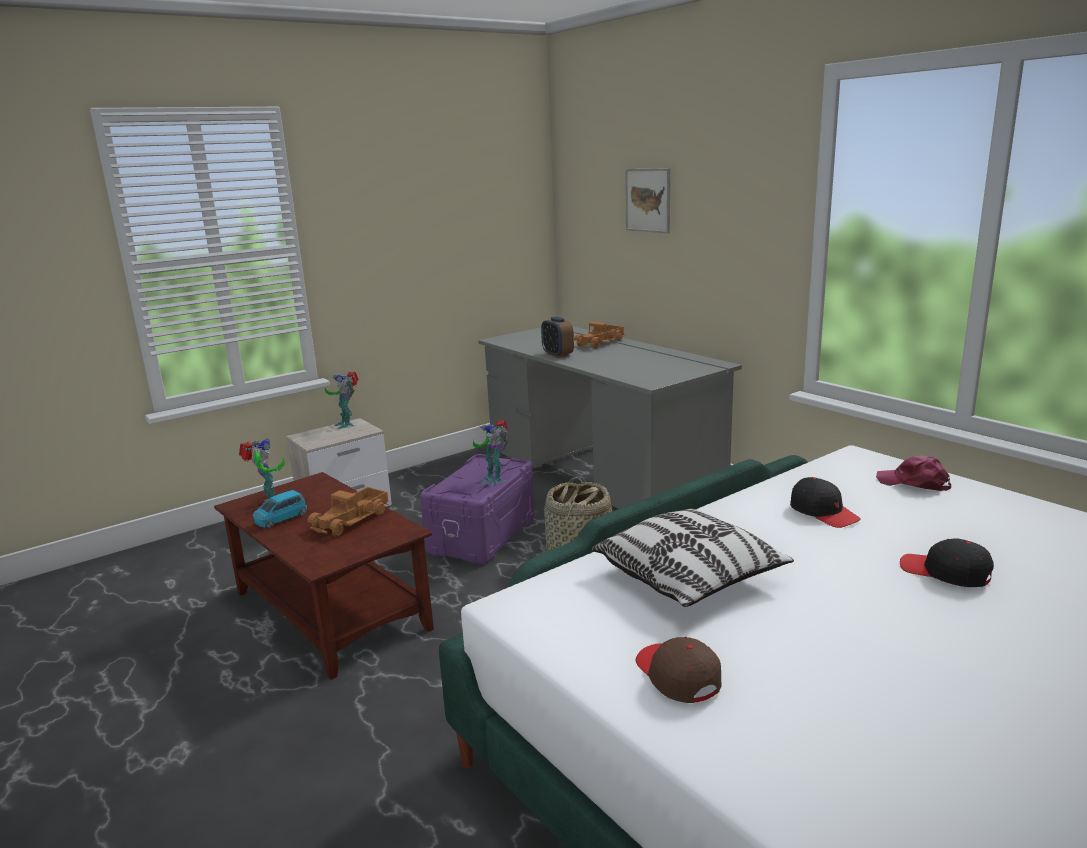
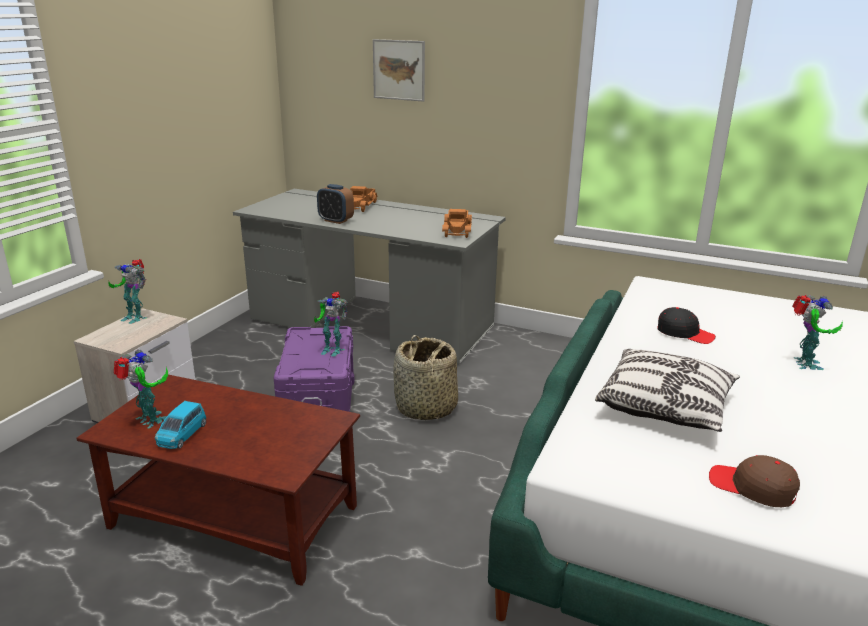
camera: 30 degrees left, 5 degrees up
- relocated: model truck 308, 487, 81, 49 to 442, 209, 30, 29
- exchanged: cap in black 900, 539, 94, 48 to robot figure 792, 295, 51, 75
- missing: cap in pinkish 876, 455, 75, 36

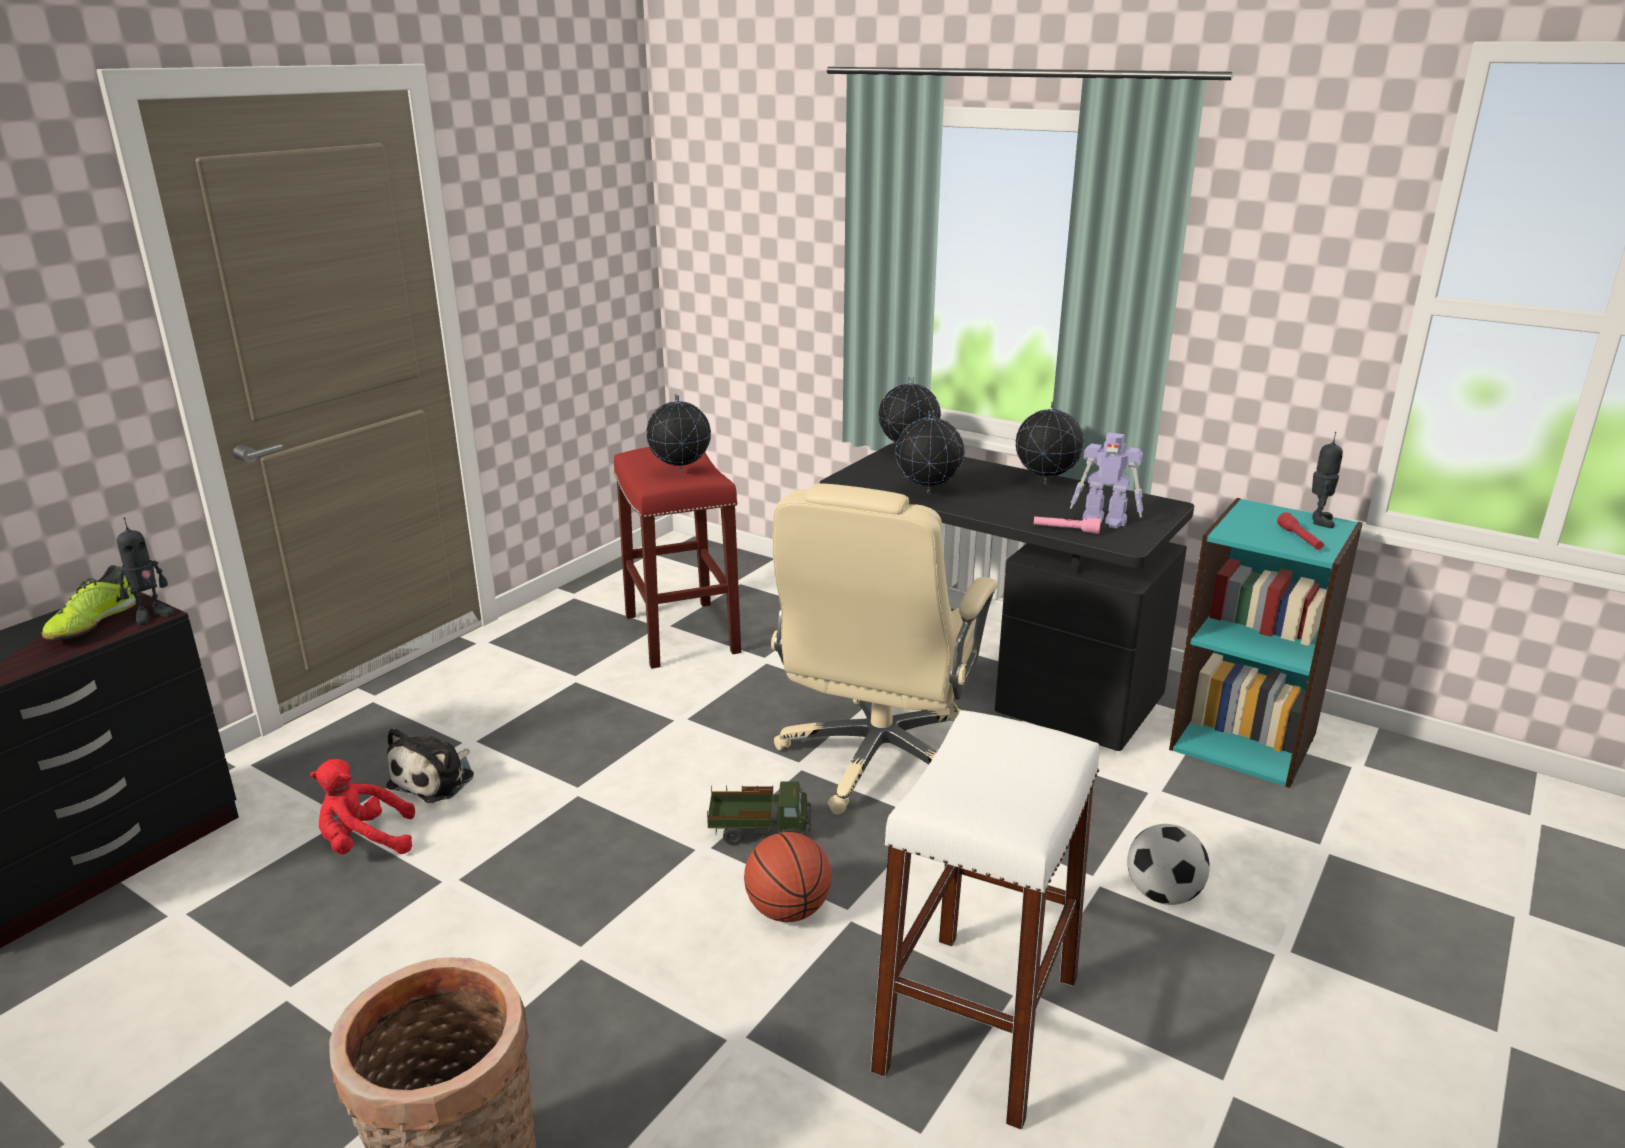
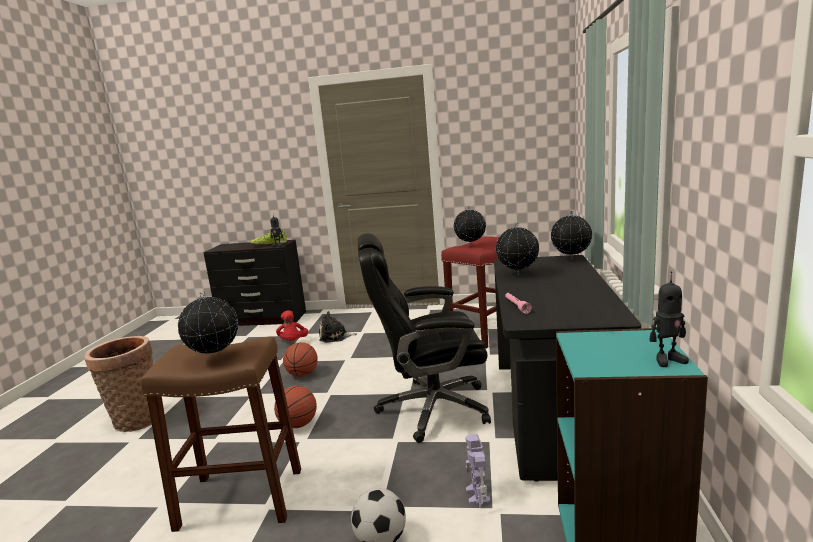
camera: 65 degrees right, 10 degrees down
- colour: stool seat in whitish 871, 710, 228, 420 to stool seat in brown-coloured 141, 337, 160, 195
- relocated: desk globe 1016, 402, 68, 82 to 178, 291, 60, 68
- spun: soft toy in red-coloured 310, 759, 105, 95 = 276, 310, 32, 31 150 degrees counterclockwise
- appeared: basketball ball 283, 342, 35, 35
- colour: computer chair in sand-coloured 771, 483, 227, 332 to computer chair in black 358, 233, 133, 210
- relocated: robot figure 1070, 432, 73, 96 to 465, 434, 26, 73
- missing: model truck 707, 781, 104, 64
- missing: flashlight in red-coloured 1277, 512, 47, 38

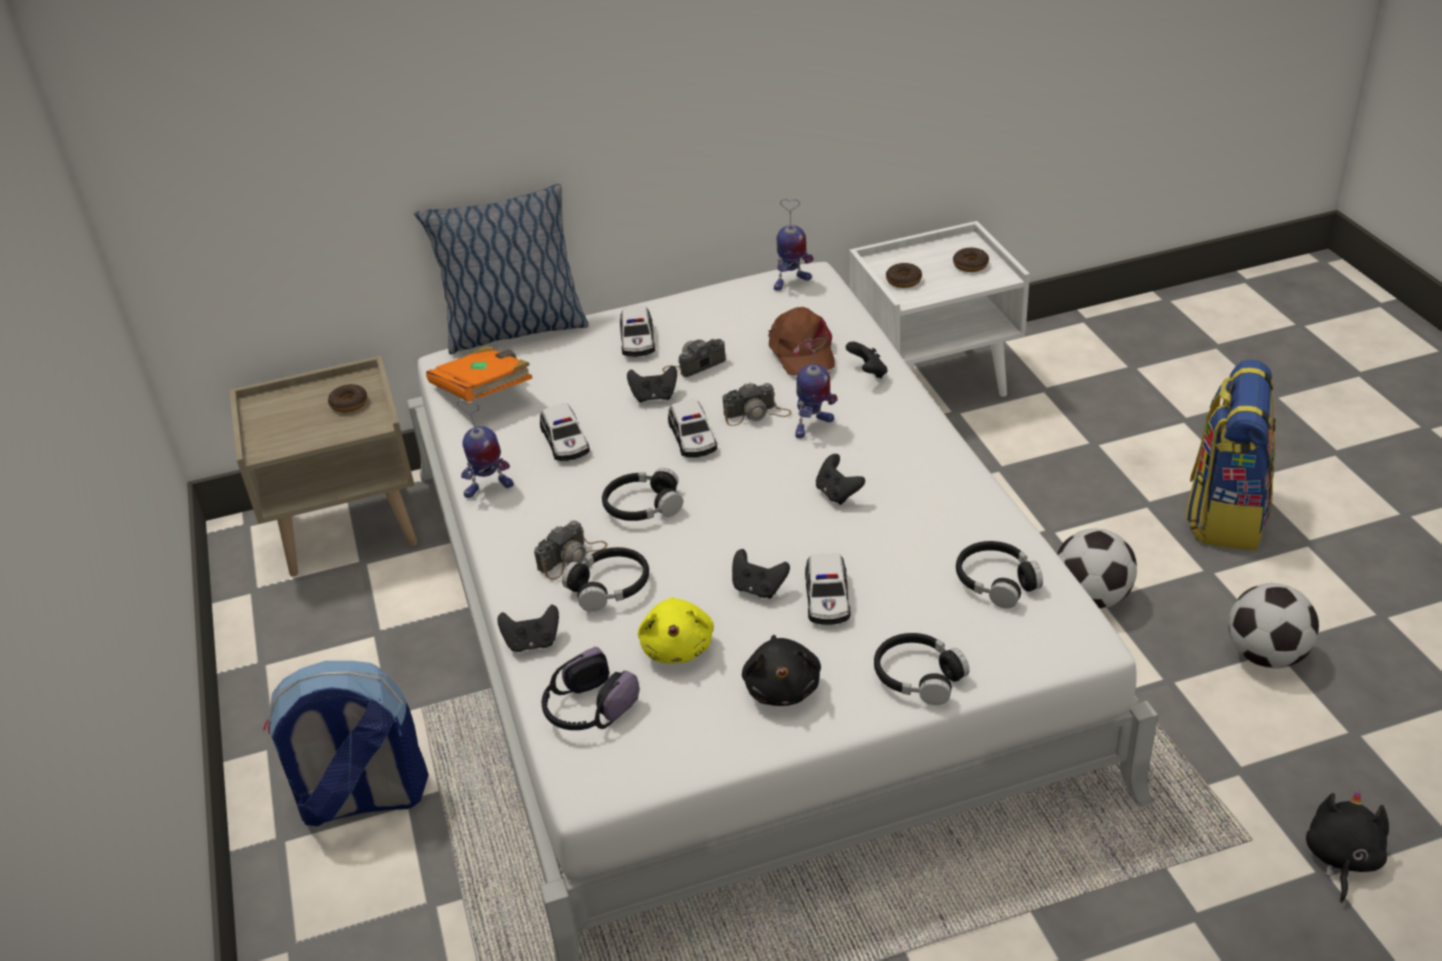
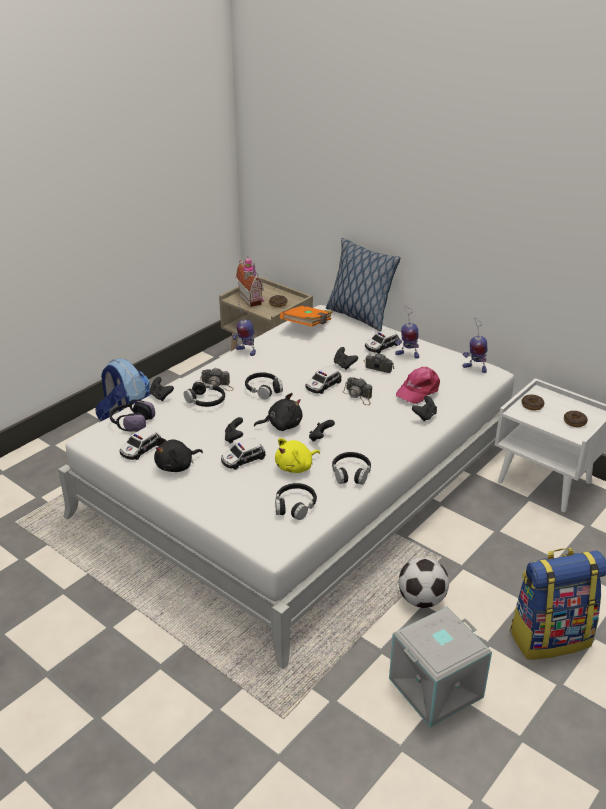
camera: 55 degrees right, 5 degrees down
- relocated: miniature car 540, 403, 50, 58 to 120, 427, 41, 33
- appeared: miniature house 236, 256, 28, 51
- relocated: soft toy in black 1306, 790, 83, 113 to 254, 393, 48, 38
- relocated: soft toy in yellow-coloured 638, 597, 76, 67 to 275, 438, 45, 35
- relocated: headset in black 874, 633, 96, 72 to 332, 452, 39, 33
- exchanged: football ball 1229, 583, 90, 86 to storage box in grey 389, 607, 103, 121
- relocated: robot figure 795, 338, 43, 100 to 395, 306, 24, 52
- colour: cap in brown-coloured 768, 307, 67, 69 to cap in pinkish 396, 367, 44, 37

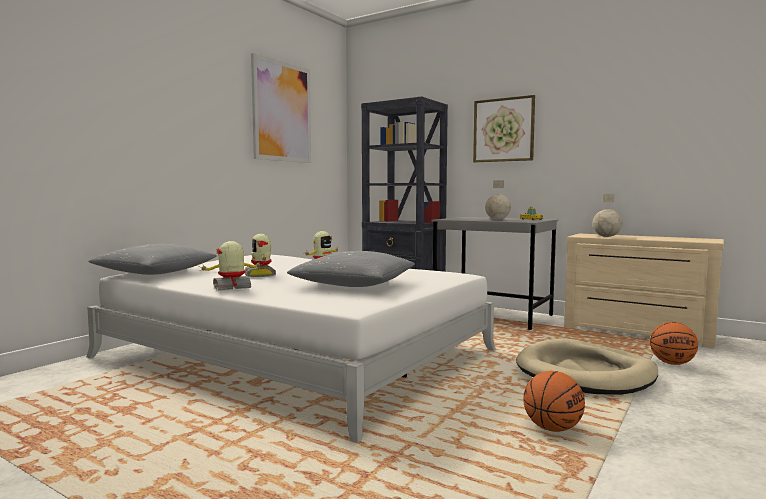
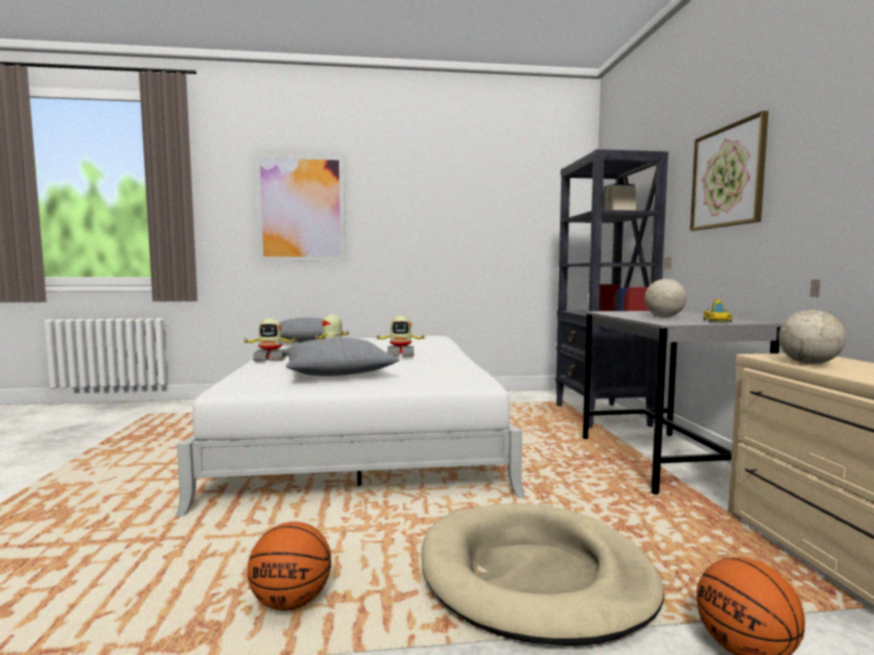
camera: 50 degrees right, 0 degrees up
- spun: robot figure 198, 241, 64, 49 = 243, 318, 55, 43 150 degrees clockwise
- relocated: wall art 251, 53, 60, 110 to 255, 153, 91, 109

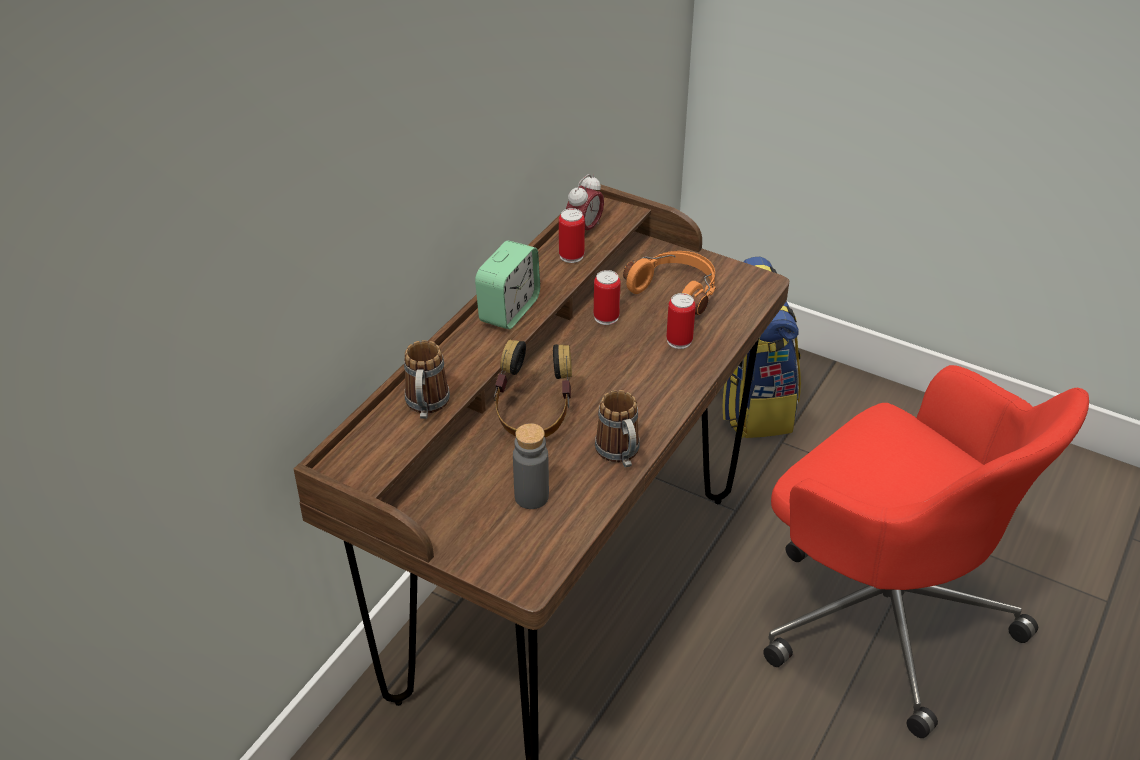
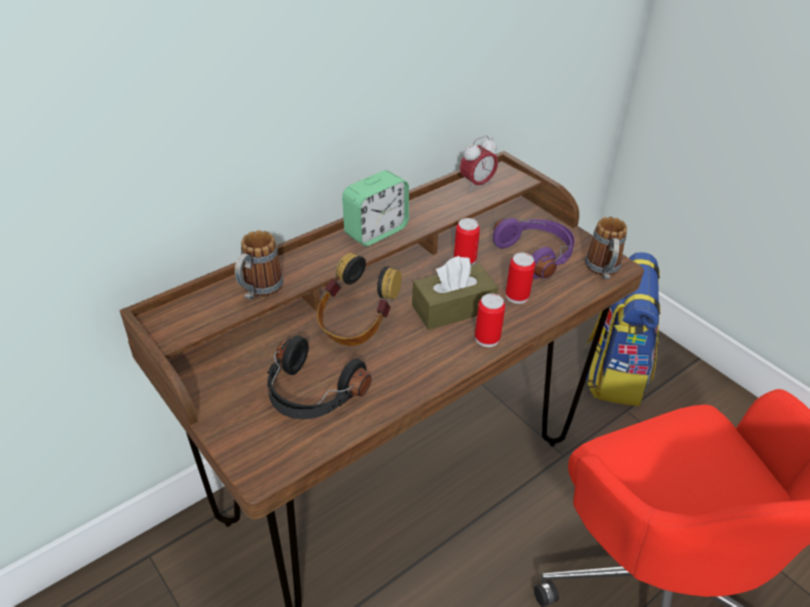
camera: 20 degrees right, 0 degrees up
- exchanged: bottle in grey 513, 423, 36, 86 to headset in black 267, 335, 104, 84
- appeared: tissue holder in brown-coloured 412, 256, 86, 74
- relocated: metal can 559, 208, 26, 55 to 475, 293, 30, 54
- colour: headset in orange-coloured 623, 251, 93, 64 to headset in purple-coloured 492, 218, 83, 61
- relocated: tea mug 595, 390, 45, 77 to 585, 217, 42, 62

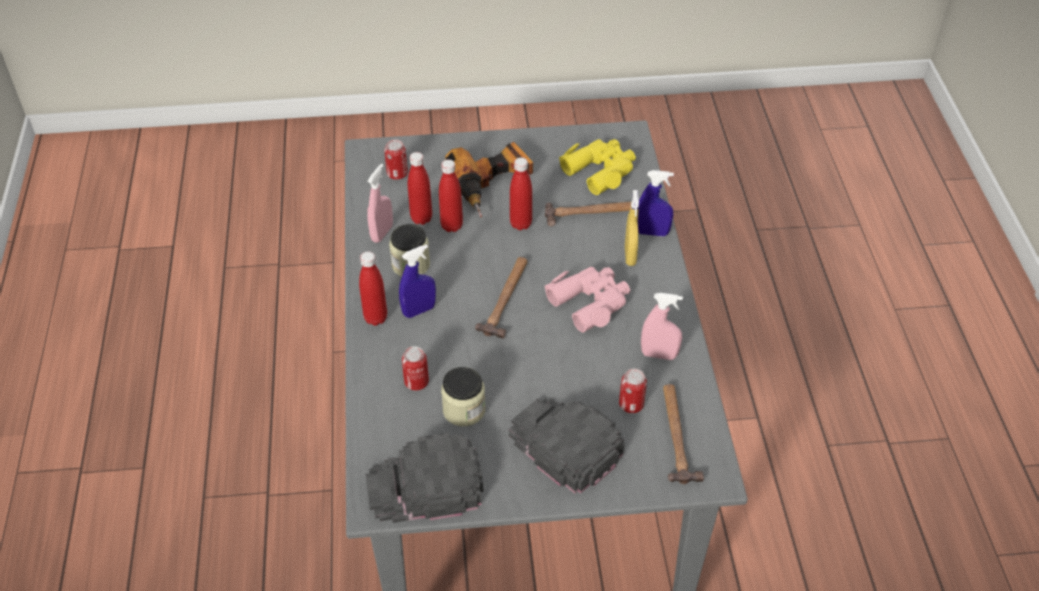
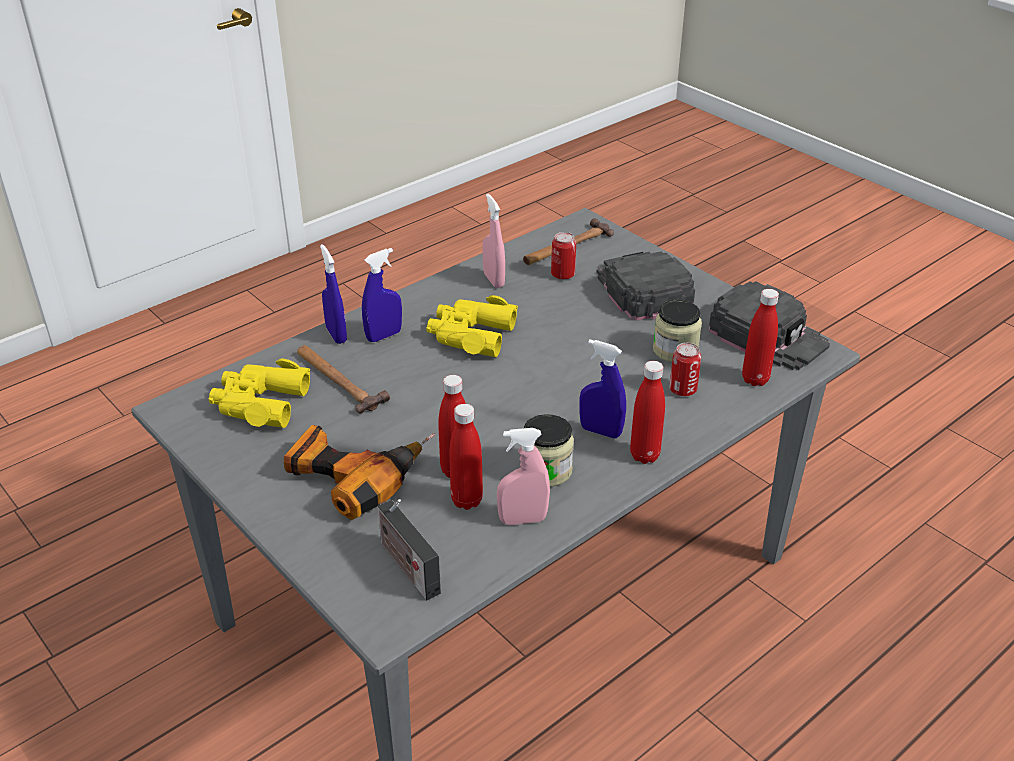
camera: 125 degrees left, 10 degrees down
- colour: sprayer in yellow-coloured 625, 190, 14, 76 to sprayer in blue-coloured 362, 248, 40, 94
- exchanged: metal can 384, 139, 24, 41 to radio 378, 499, 63, 102
- colour: binoculars in pinkish 545, 267, 85, 66 to binoculars in yellow-coloured 426, 295, 92, 62
- spun: cap in black 509, 398, 115, 95 = 597, 251, 98, 70 150 degrees clockwise
- relocated: bottle in red-coloured 510, 157, 22, 73 to 742, 289, 37, 97
- missing: tool hammer 475, 257, 53, 82

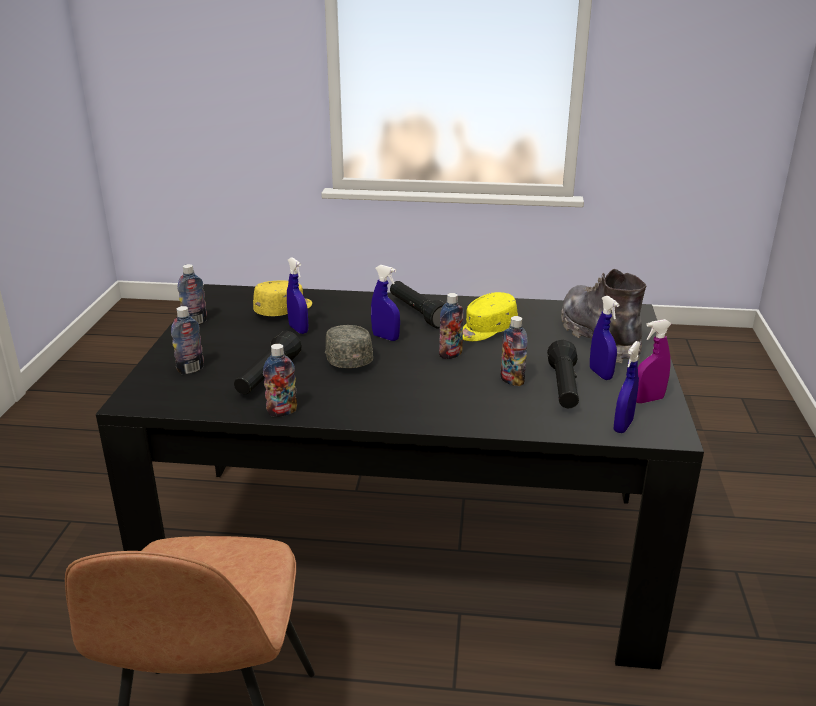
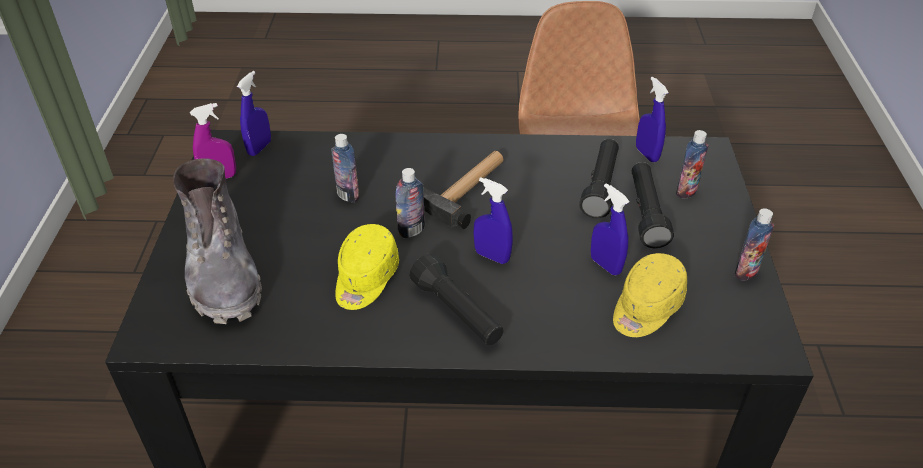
camera: 175 degrees right, 15 degrees up
- spun: cap in yellow-coloured 463, 292, 55, 49 = 335, 224, 64, 86 150 degrees clockwise
- appeared: tool hammer 416, 151, 87, 78
- relocated: flashlight in black 547, 340, 32, 68 to 632, 162, 42, 87
- relocated: sprayer in blue-coloured 590, 296, 29, 84 to 636, 77, 33, 85
- missing: bottle 263, 344, 34, 73
- missing: cap in grey 325, 325, 48, 43

